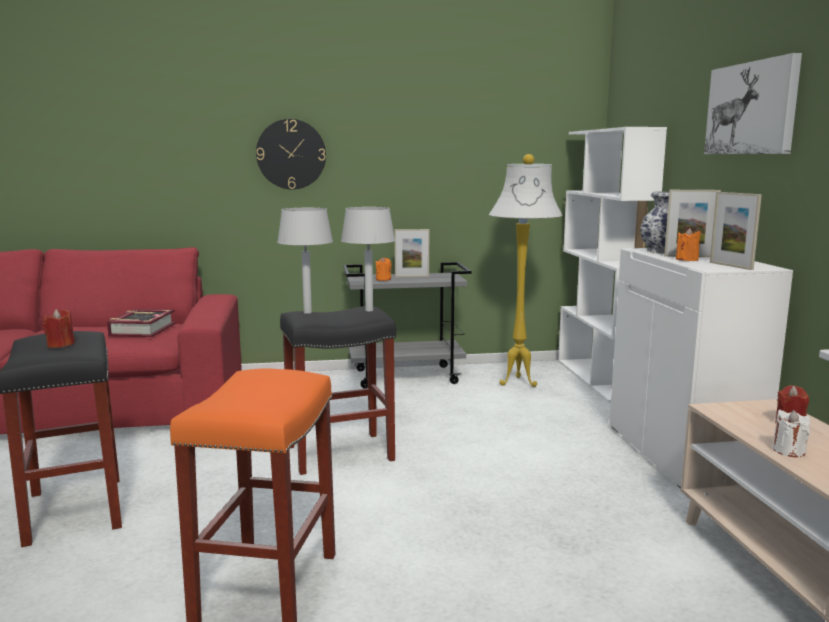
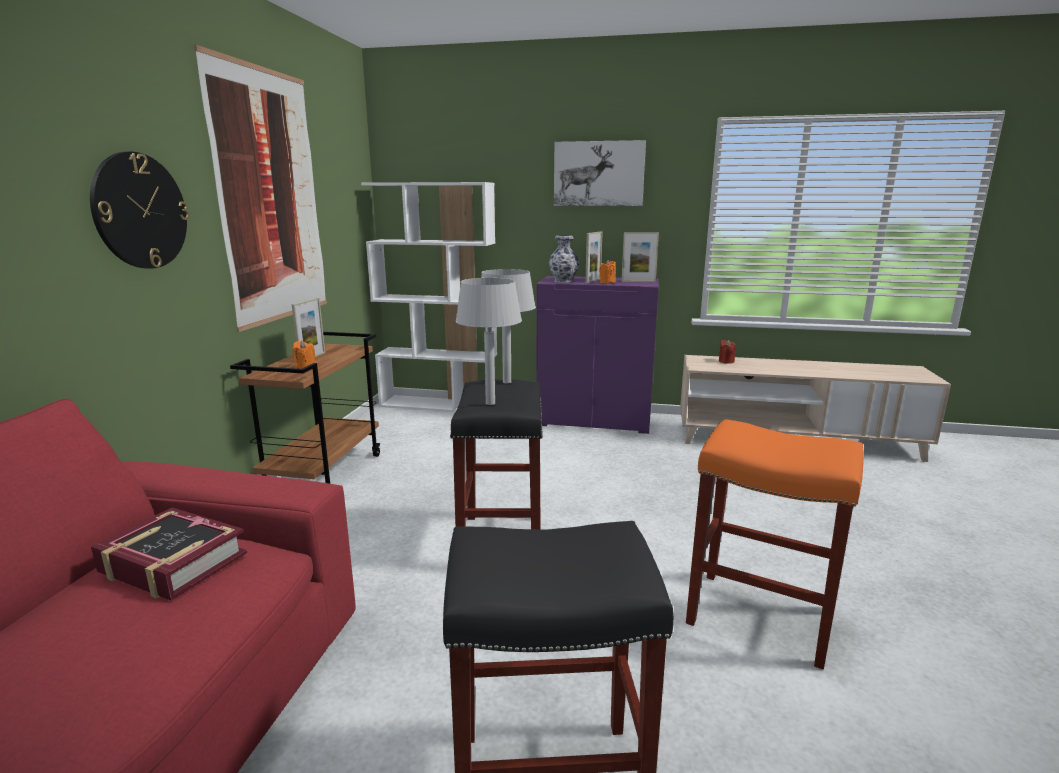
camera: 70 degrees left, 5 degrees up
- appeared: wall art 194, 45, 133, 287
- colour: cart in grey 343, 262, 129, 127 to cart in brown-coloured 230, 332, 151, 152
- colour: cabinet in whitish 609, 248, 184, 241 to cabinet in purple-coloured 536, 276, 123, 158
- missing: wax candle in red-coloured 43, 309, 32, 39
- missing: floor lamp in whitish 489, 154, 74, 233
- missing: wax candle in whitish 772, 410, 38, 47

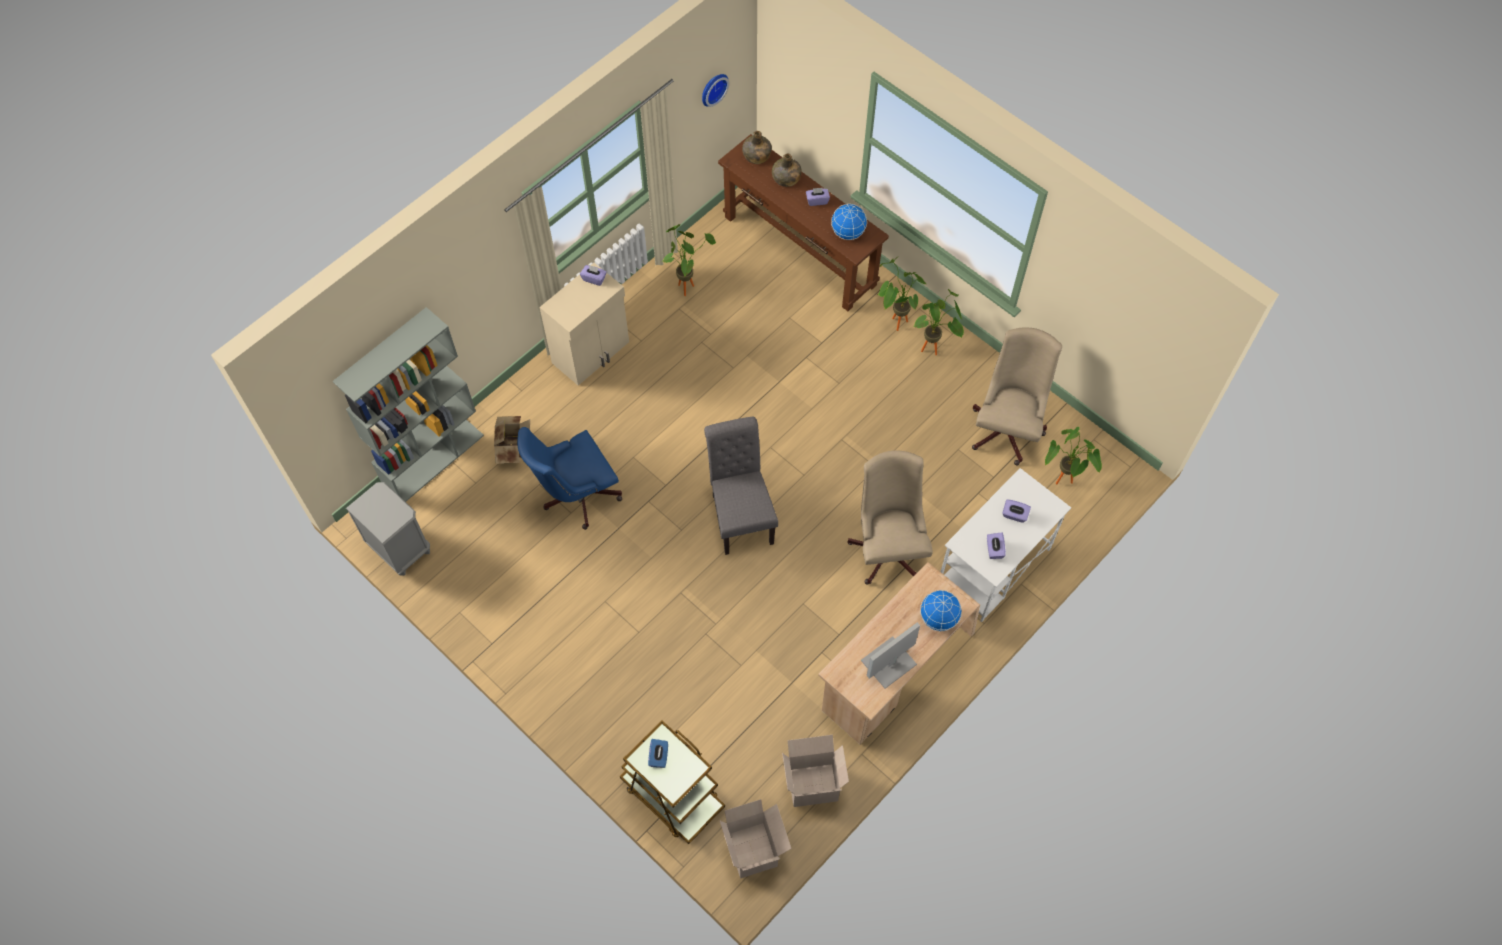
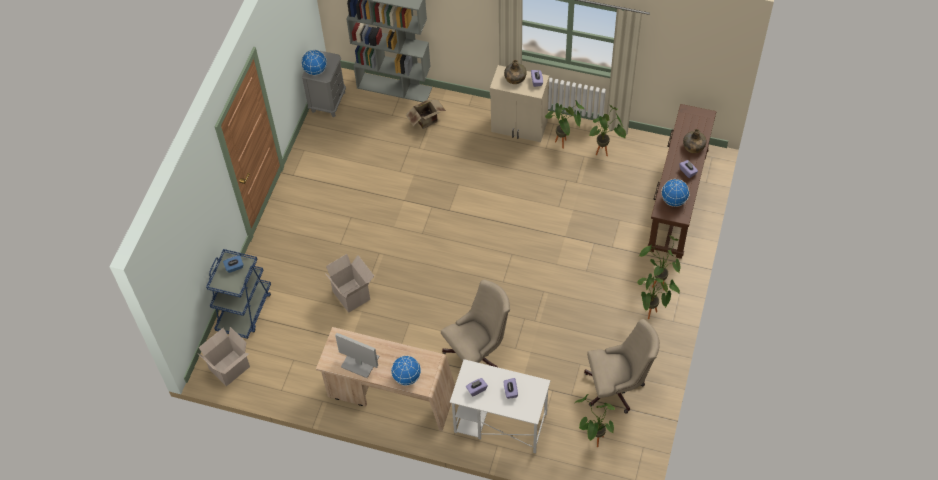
camera: 65 degrees right, 5 degrees down
- colour: cart in brown-coloured 620, 720, 105, 124 to cart in blue-coloured 206, 249, 65, 90
- appeared: desk globe 301, 50, 26, 25
- relocated: packing box 782, 735, 67, 72 to 325, 254, 49, 59
- relocated: bottle in green-coloured 742, 131, 30, 33 to 504, 60, 23, 24
- appeared: potted plant 545, 100, 40, 49
- missing: computer chair in blue-coloured 517, 427, 105, 103
- missing: clock on the wall 702, 74, 27, 33
- missing: upright chair in grey 704, 417, 74, 138

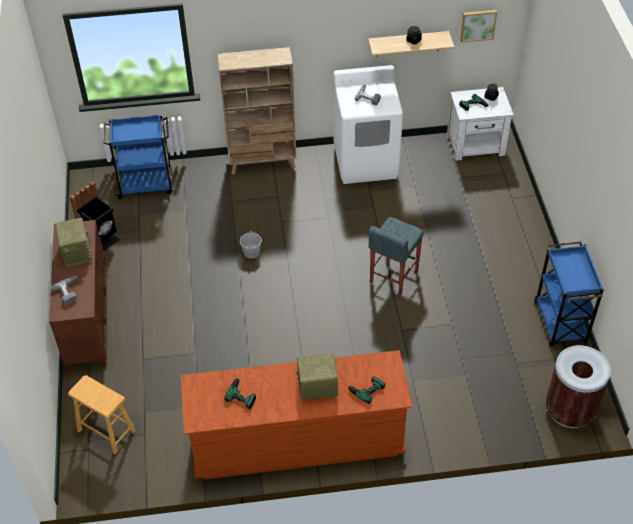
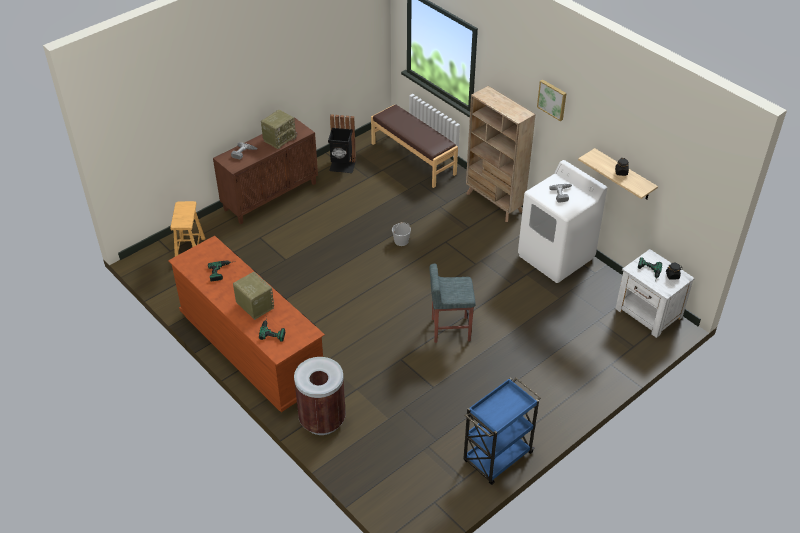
camera: 55 degrees right, 5 degrees down
- relocated: rubbish bin in brown-coloured 546, 345, 65, 83 to 294, 357, 52, 78
- exchanged: cart in blue-coloured 104, 114, 68, 85 to bench in brown-coloured 371, 104, 87, 84
- relocated: wall art 460, 10, 37, 33 to 537, 79, 29, 42

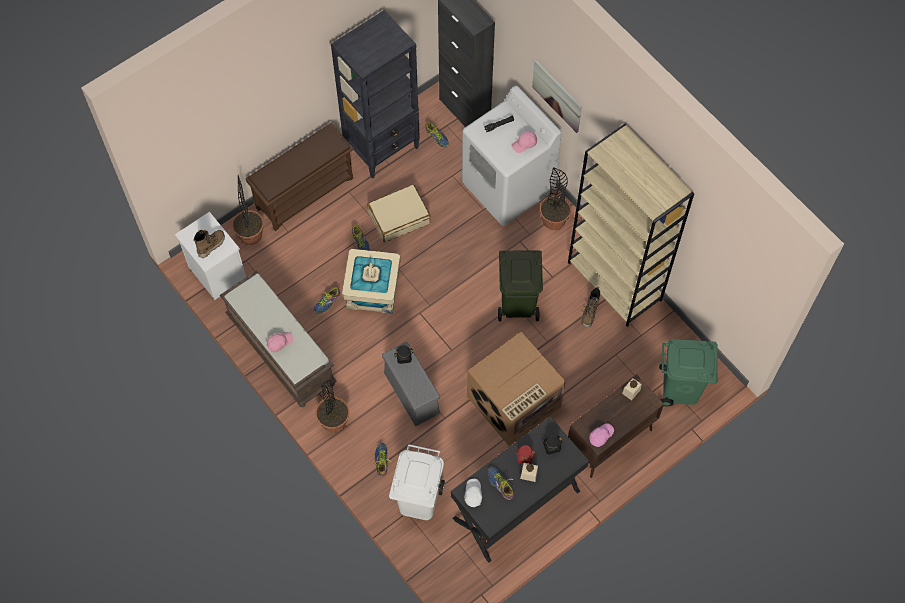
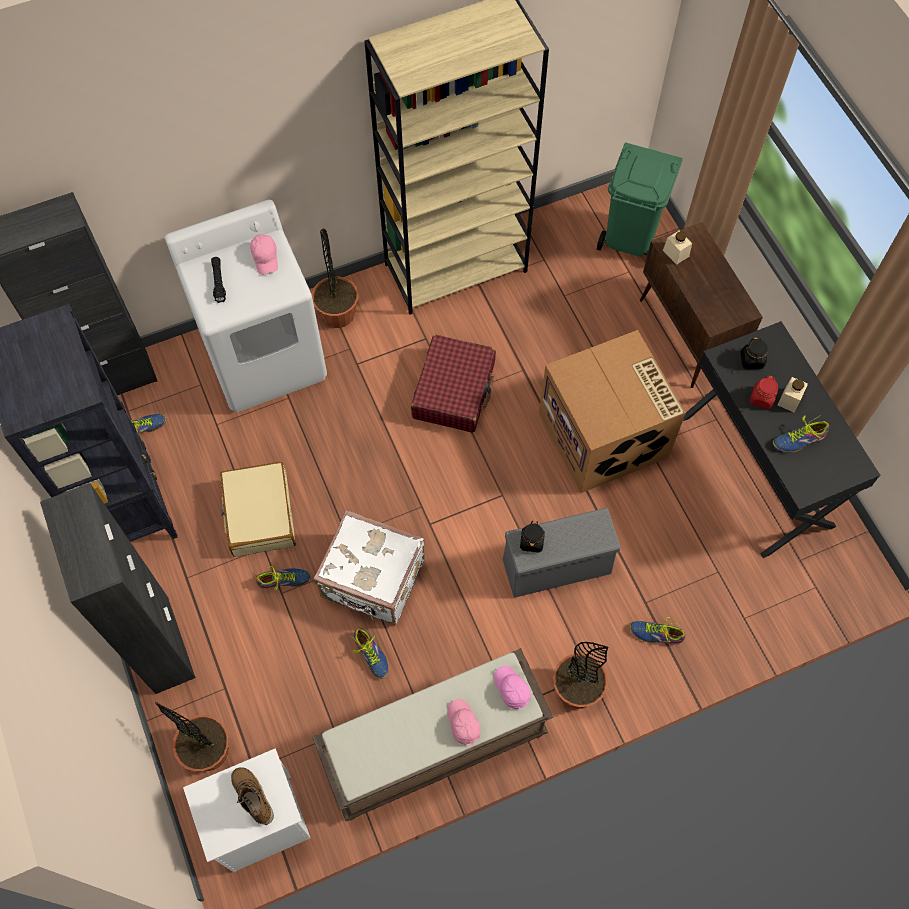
camera: 75 degrees left, 0 degrees up
- exchanged: shoe rack in brown-coloured 245, 122, 109, 109 to cabinet in black 40, 483, 156, 211
- exchanged: storage box in sand-coloured 342, 249, 58, 65 to piece of luggage in whitish 314, 510, 111, 115
- exchanged: rubbish bin in green-coloured 498, 250, 45, 72 to piece of luggage in red-coloured 411, 335, 85, 98
- relocated: cap in pinkish 589, 423, 25, 24 to 494, 666, 37, 43
- missing: rubbish bin in whitish 389, 444, 56, 76
- missing: cap in whitish 464, 479, 18, 28
- missing: wall art 532, 60, 50, 73
- missing: tall boot 581, 286, 19, 42

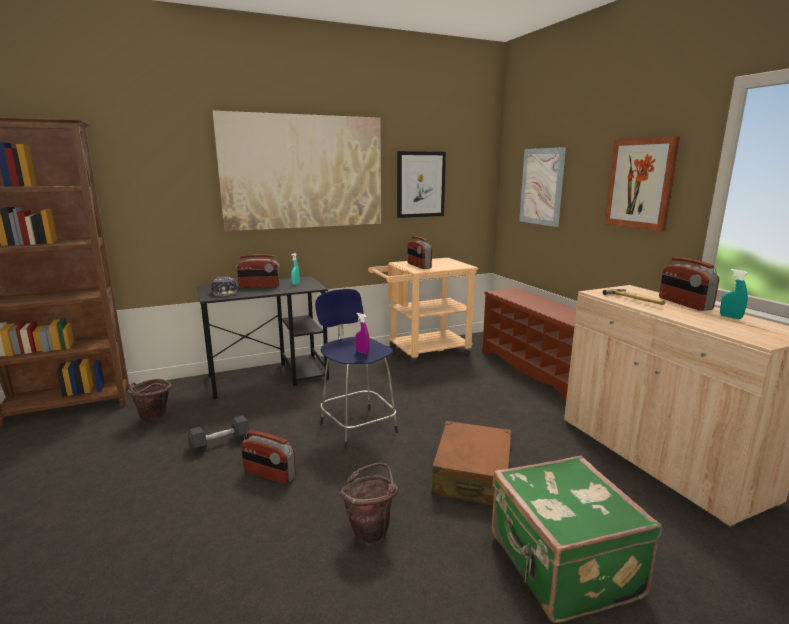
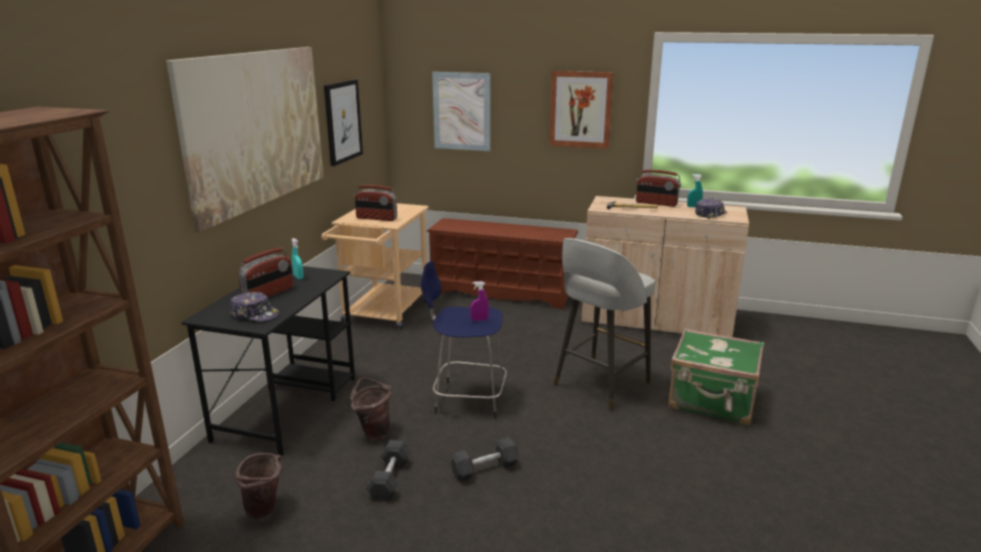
camera: 50 degrees left, 5 degrees up
- relocated: pail in brown-coloured 340, 463, 59, 83 to 351, 378, 40, 62
- exchanged: radio 241, 430, 55, 54 to hand weight in black 451, 437, 68, 45
- exchanged: piece of luggage in brown-coloured 431, 421, 82, 84 to stool seat in grey 553, 238, 102, 173
- appeared: cap 695, 198, 32, 21

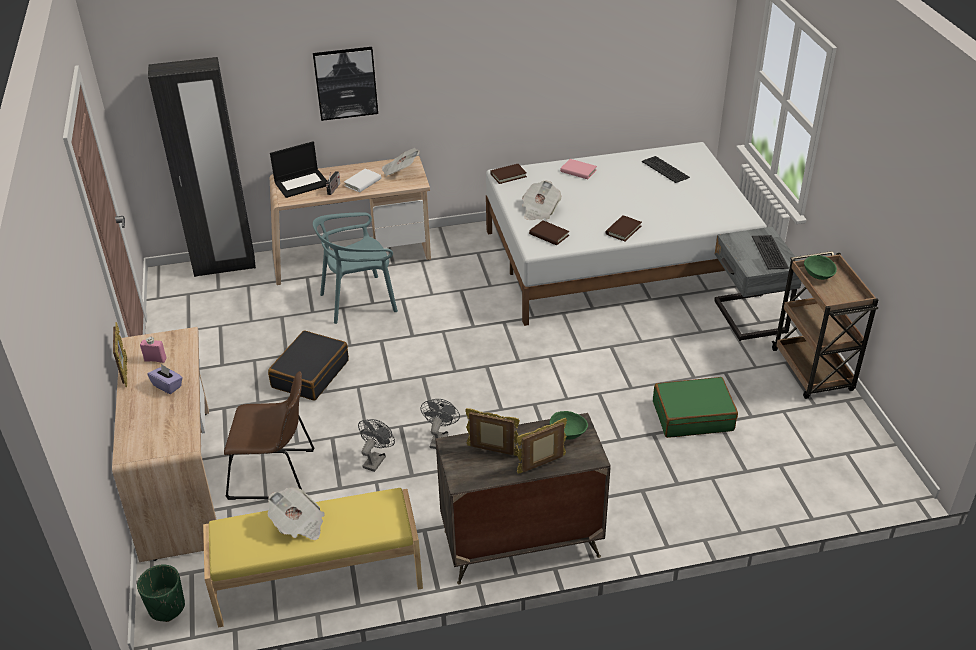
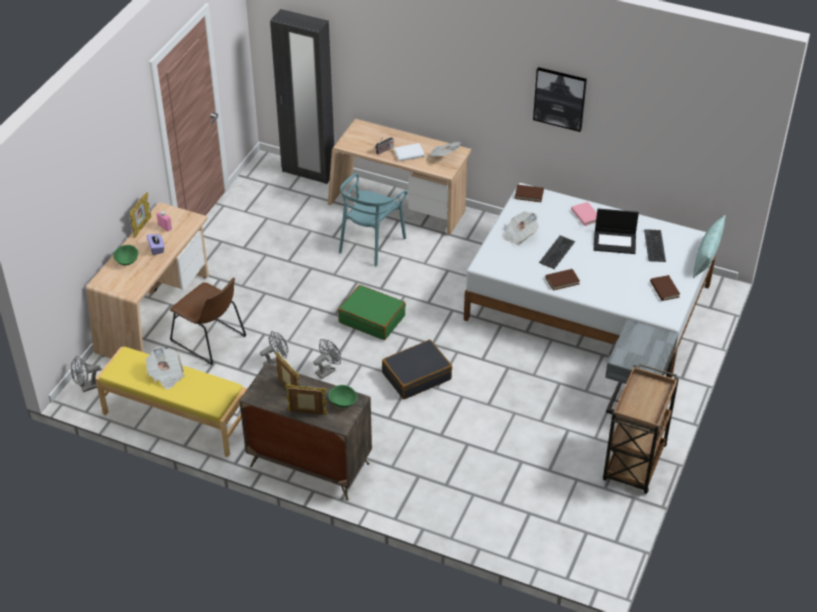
camera: 35 degrees right, 5 degrees up
- exchanged: planter in green-coloured 137, 565, 48, 57 to cooling fan in grey 71, 356, 30, 36
- relocated: serving bowl in green-coloured 804, 255, 33, 25 to 113, 245, 26, 21
- relocated: piece of luggage in green-coloured 653, 377, 85, 61 to 338, 285, 68, 55
- spun: upright chair in turquoise-coloured 313, 212, 85, 112 = 339, 173, 69, 94 75 degrees counterclockwise
- relocated: piece of luggage in black 268, 330, 81, 71 to 382, 340, 70, 59
- relocated: wall art 313, 47, 65, 74 to 533, 67, 54, 65
- relocated: computer keyboard 752, 235, 37, 35 to 539, 235, 36, 34
- relocated: laptop 270, 141, 57, 57 to 593, 209, 46, 45
- relocated: book in brown-coloured 529, 220, 40, 25 to 650, 275, 30, 26
- appeared: cushion 693, 215, 33, 63

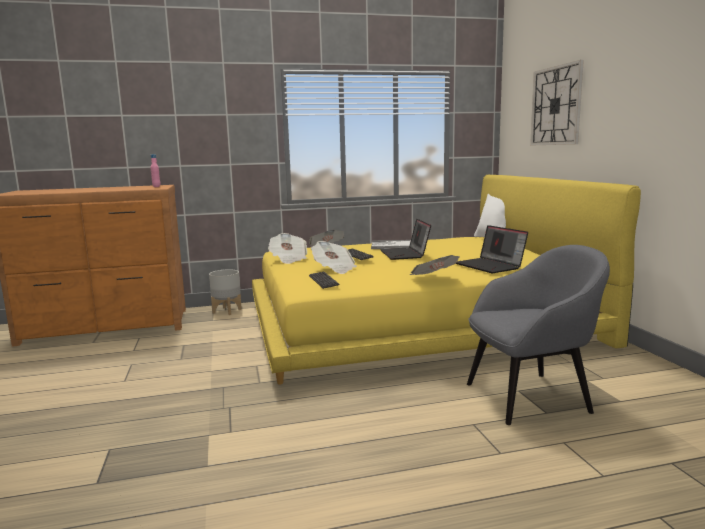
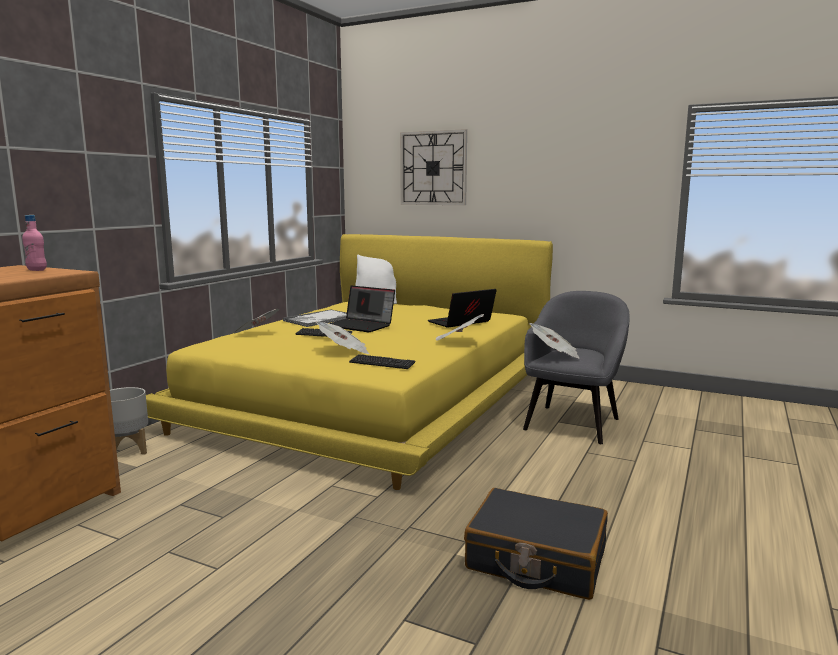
camera: 50 degrees left, 0 degrees up
- spun: laptop 456, 225, 72, 48 = 428, 289, 69, 38 135 degrees clockwise
- appeared: piece of luggage in black 464, 488, 144, 112
- relocated: newspaper 268, 233, 39, 31 to 529, 323, 51, 36

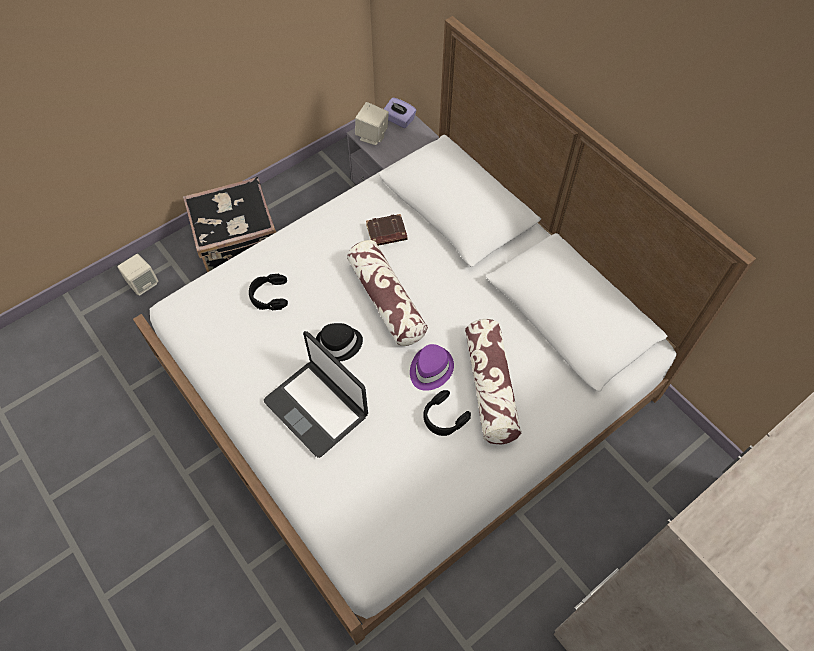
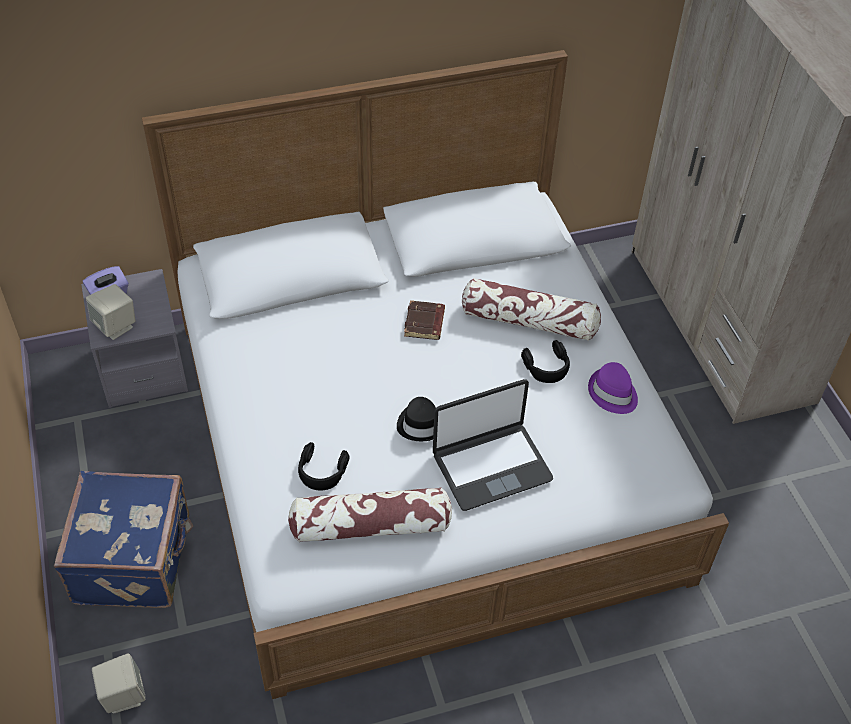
camera: 70 degrees left, 10 degrees down
- colour: piece of luggage in black 183, 177, 93, 95 to piece of luggage in blue-coloured 53, 471, 140, 137
- relocated: cushion 347, 240, 81, 106 to 288, 487, 164, 55
- relocated: book in brown-coloured 366, 214, 42, 32 to 404, 300, 41, 40
- relocated: hat in purple-coloured 410, 344, 44, 47 to 588, 362, 50, 52

